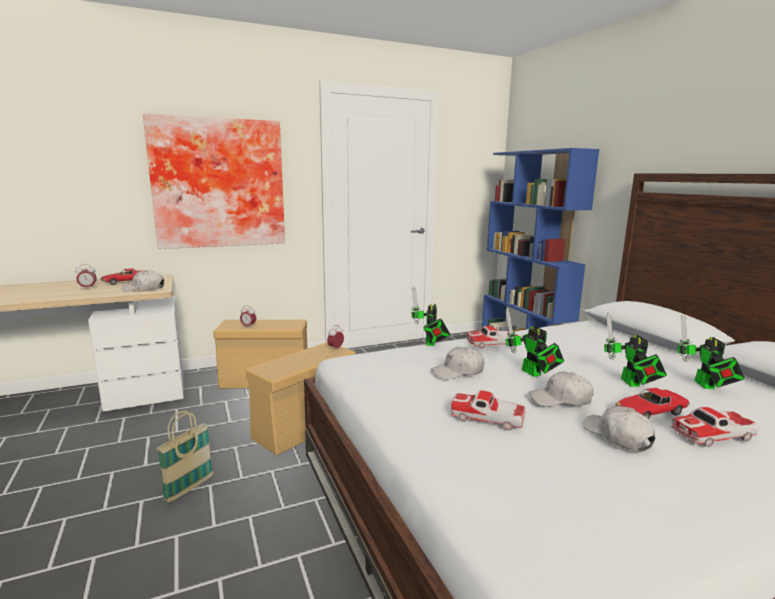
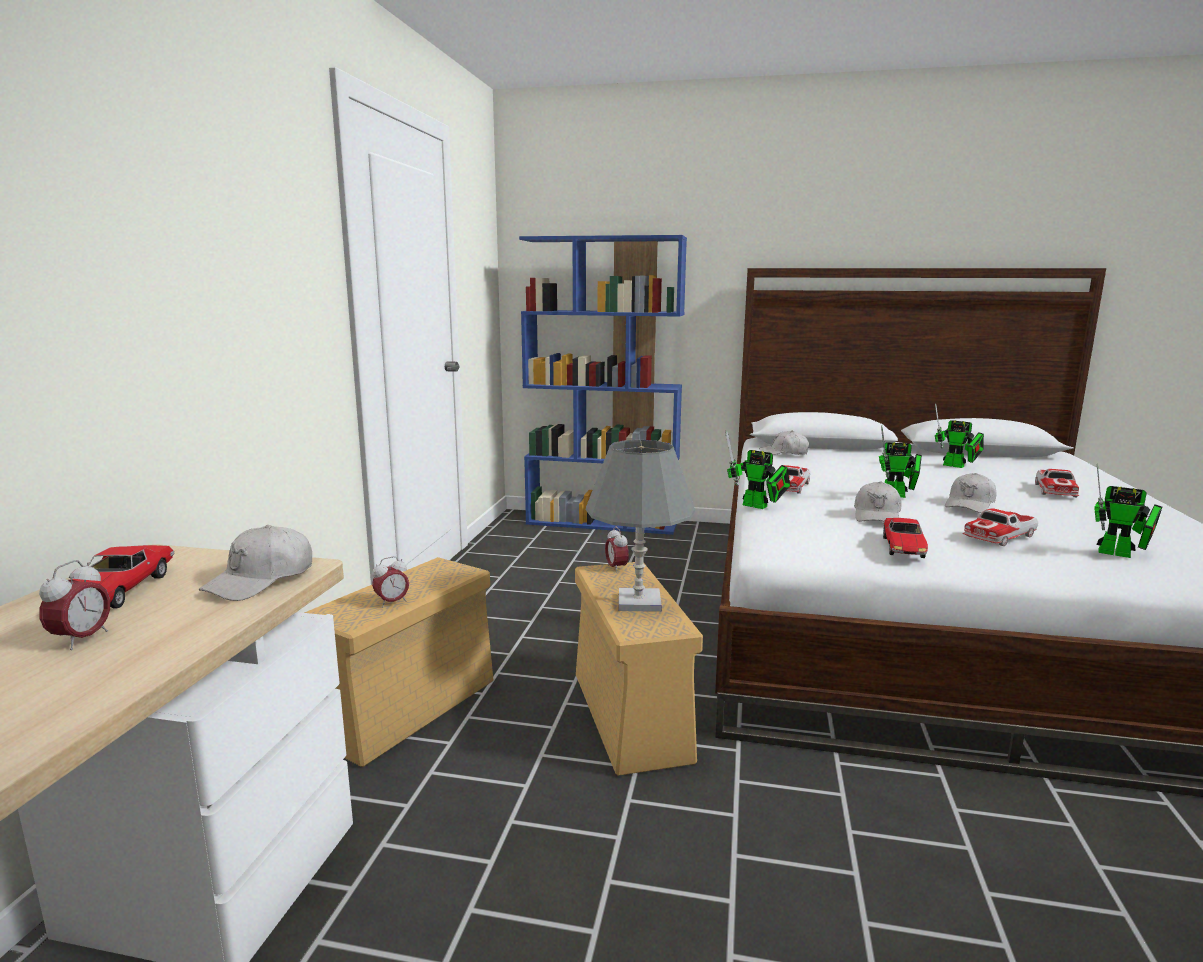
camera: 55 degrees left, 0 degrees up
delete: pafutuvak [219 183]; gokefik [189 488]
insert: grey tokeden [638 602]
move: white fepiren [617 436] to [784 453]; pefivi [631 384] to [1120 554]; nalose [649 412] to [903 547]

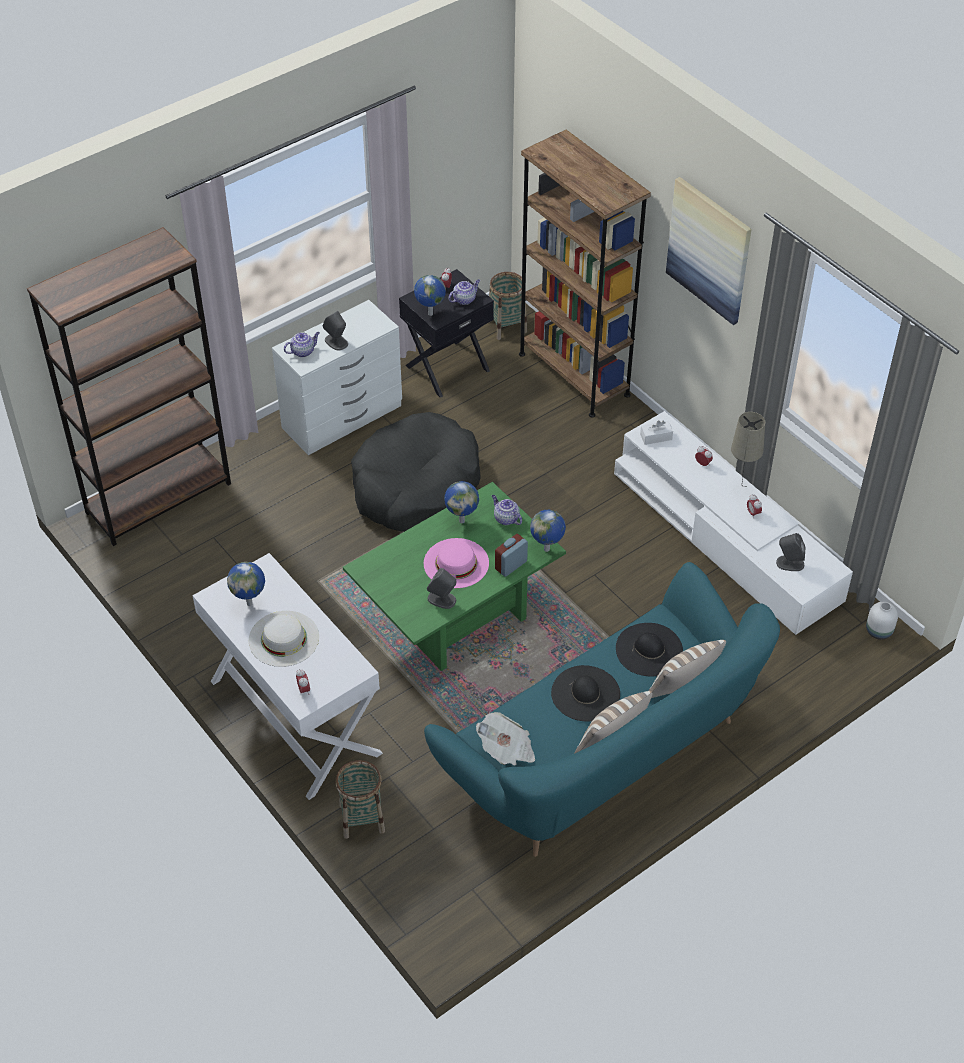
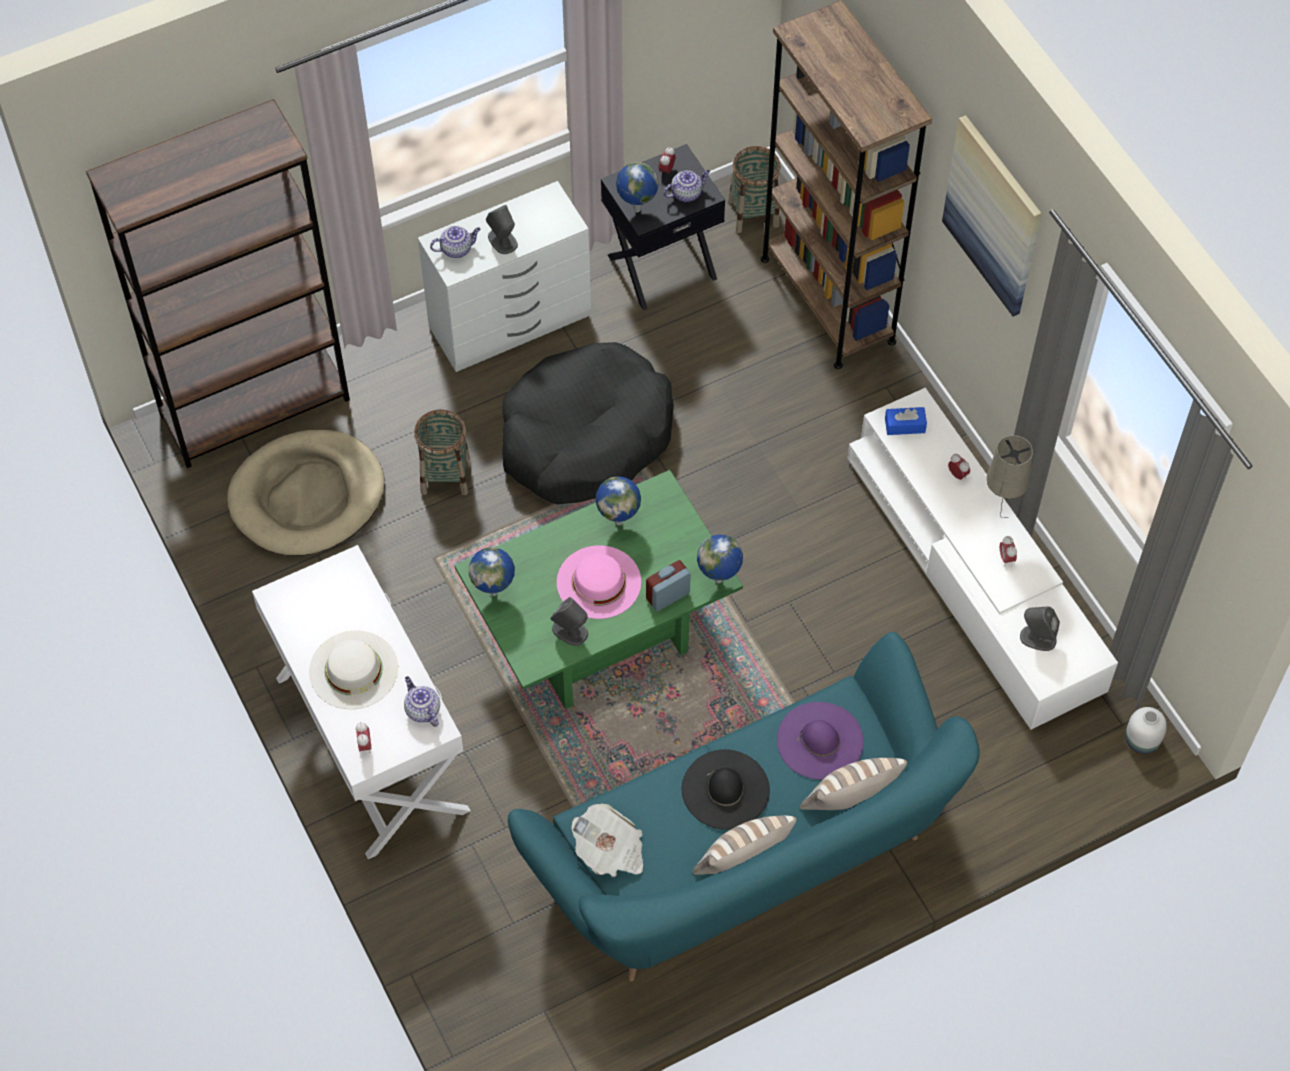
camera: 10 degrees right, 10 degrees up
insert: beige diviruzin [307 497]
move: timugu [250 603] to [494 592]; gokefik [362 818] to [445 475]; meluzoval [505 518] to [422 710]
recolor: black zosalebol [649 649] to purple zosalebol [820 740]; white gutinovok [656 437] to blue gutinovok [905 425]

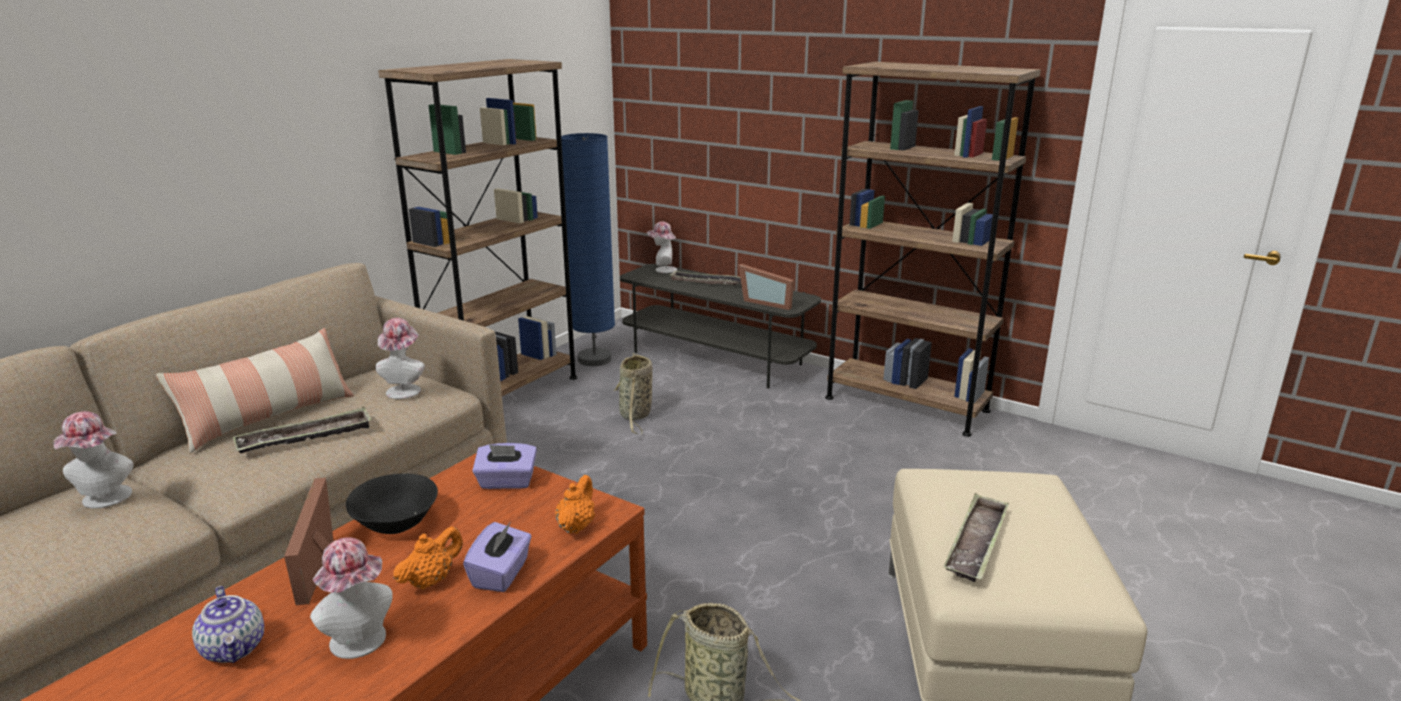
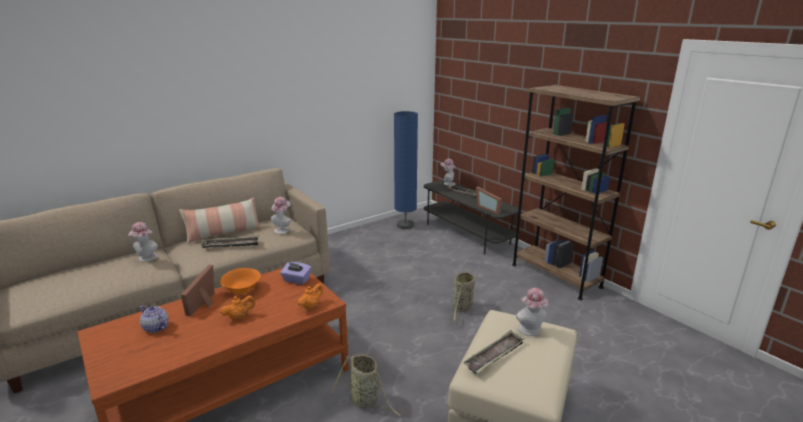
camera: 20 degrees right, 0 degrees up
delete: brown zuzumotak [505 395]; purple gutinovok [501 574]
move: zosalebol [361 644] to [530 331]; gokefik [635 416] to [461 308]
recolor: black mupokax [395 523] to orange mupokax [241 289]
rotate: meluzoval [235 648] = [155 327] 135 degrees clockwise

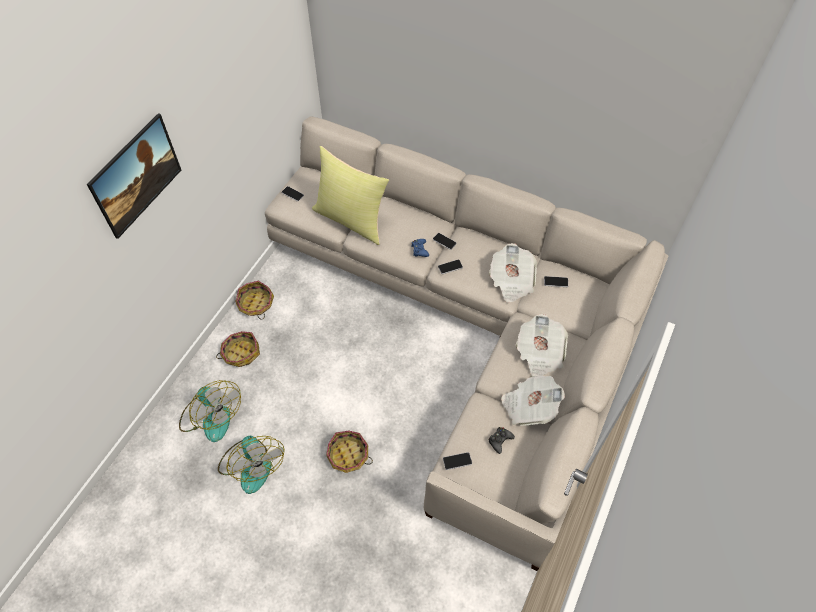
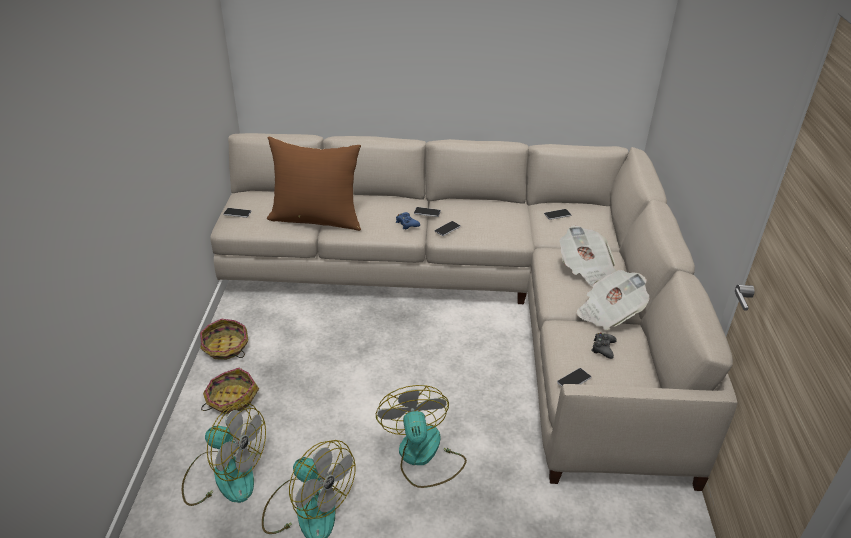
camera: 25 degrees left, 20 degrees down
delete: pafutuvak [142 189]; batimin [511 281]
replace: gokefik [348 455] to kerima [422 456]
recolor: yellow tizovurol [351 219] to brown tizovurol [317 218]

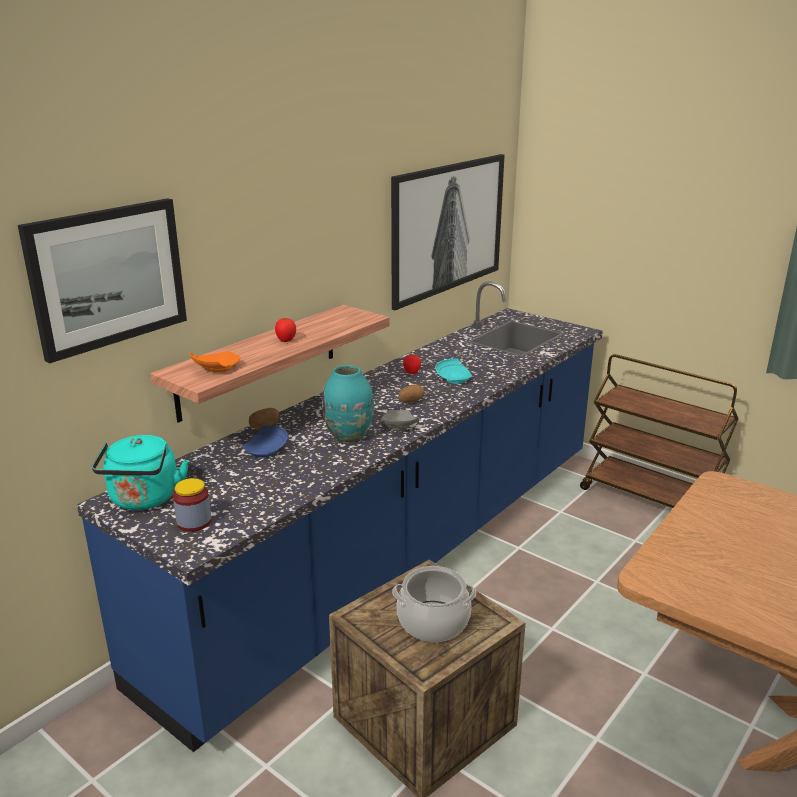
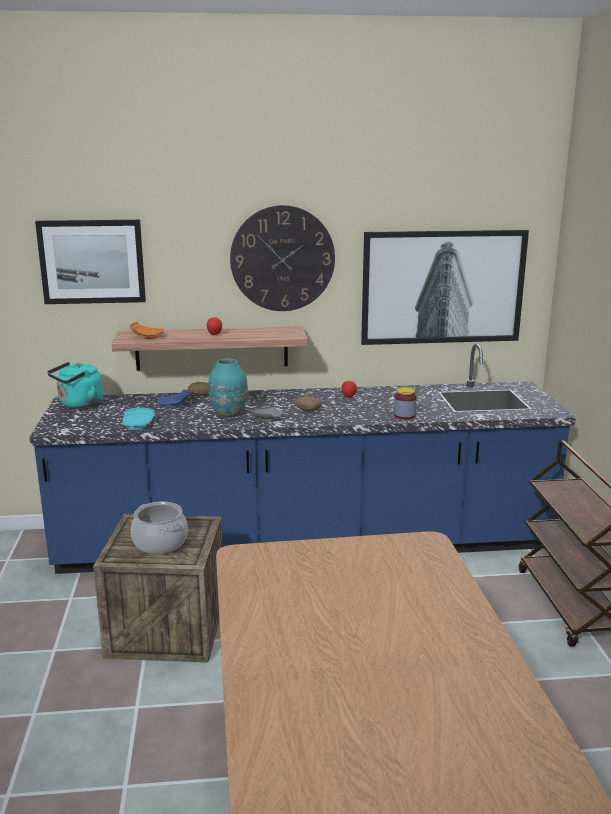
camera: 45 degrees right, 5 degrees down
insert: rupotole [282 259]
move: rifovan [194 522] to [404 416]; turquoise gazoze [454 378] to [138 425]

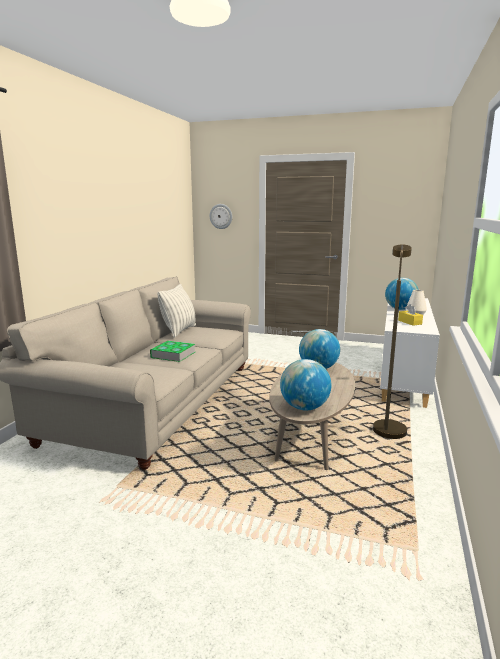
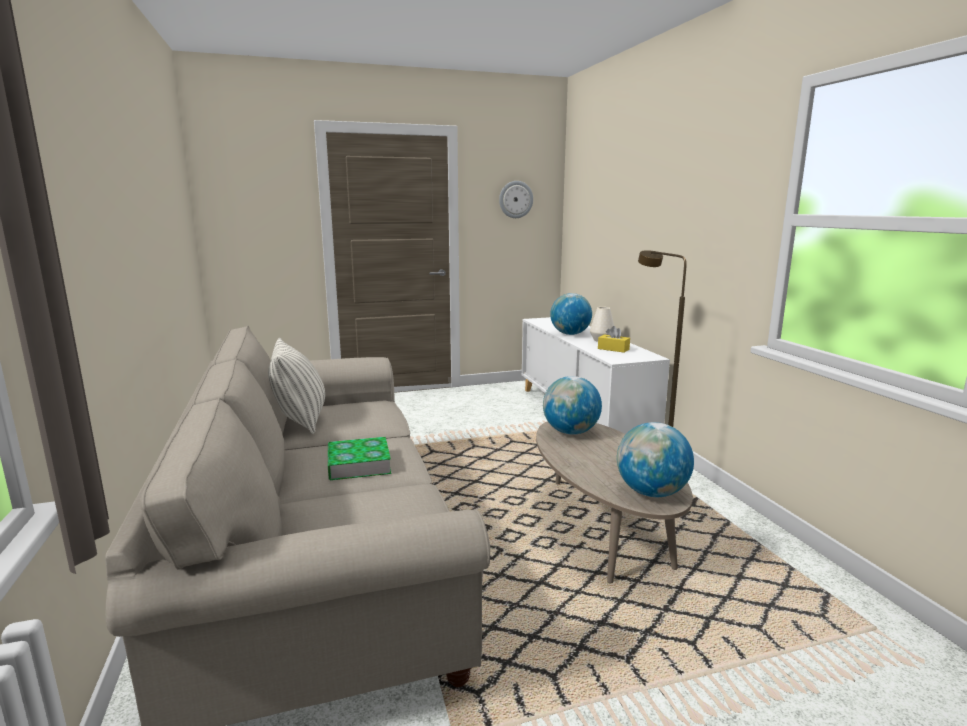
camera: 35 degrees left, 0 degrees up
move: rupotole [221 216] to [515 199]

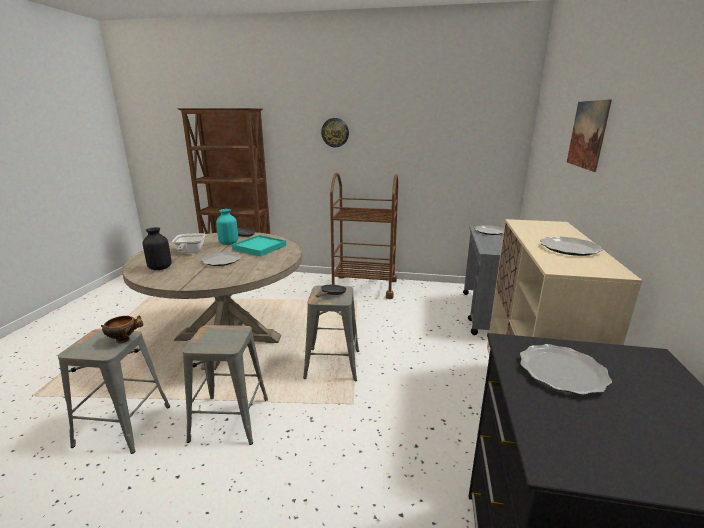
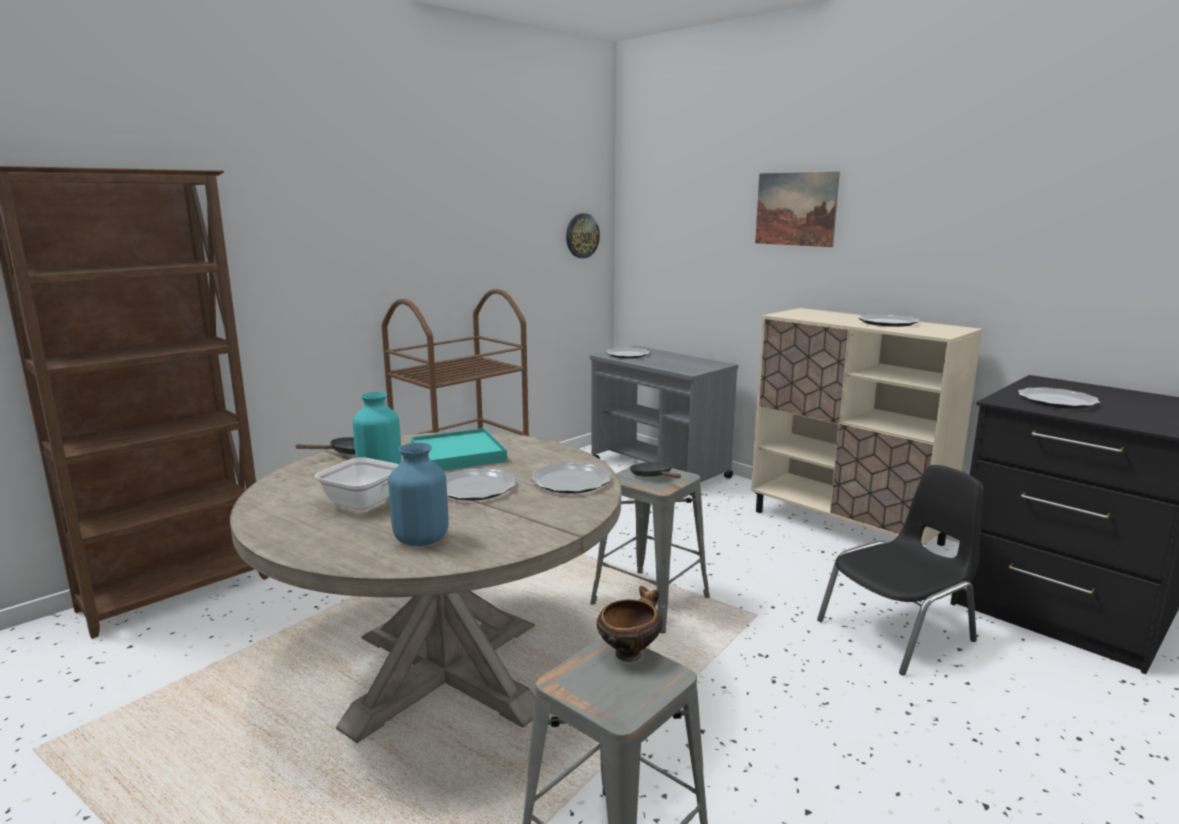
camera: 55 degrees left, 5 degrees down
delete: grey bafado [229 420]
insert: gazoze [570 481]; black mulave [898 631]
move: rupotole [335 132] to [582 235]
recolor: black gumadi [160 268] to blue gumadi [421 539]

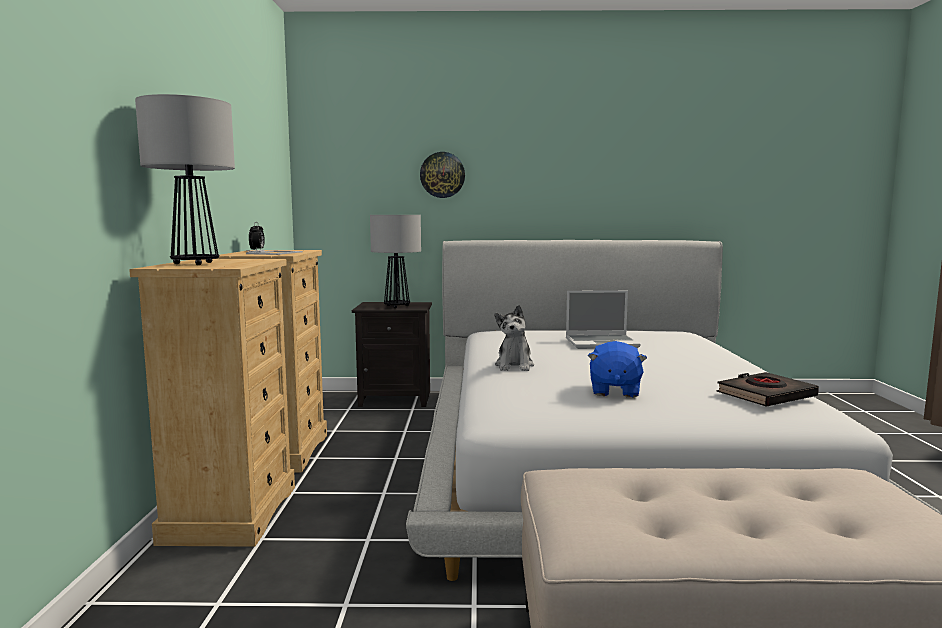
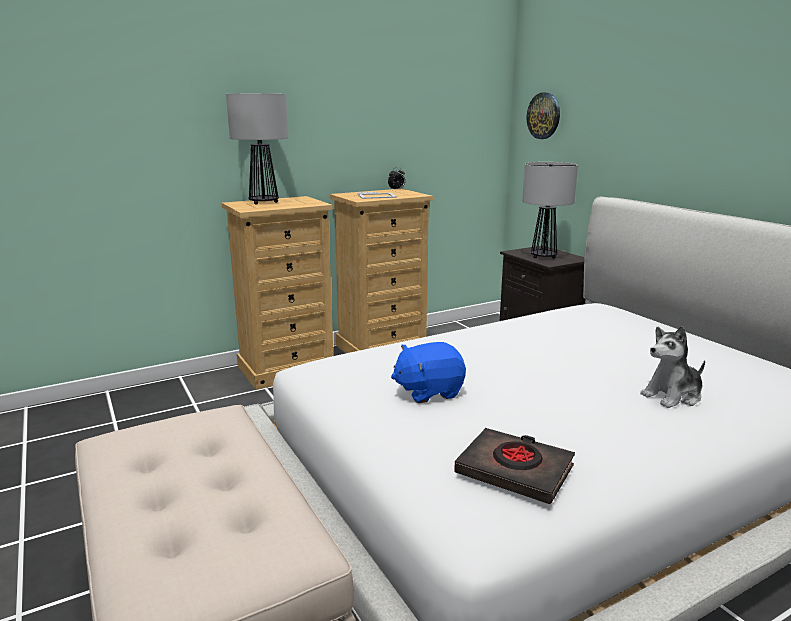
camera: 60 degrees right, 10 degrees up
delete: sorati [602 343]
move: rupotole [442 175] to [544 116]; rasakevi [514 366] to [673 396]

